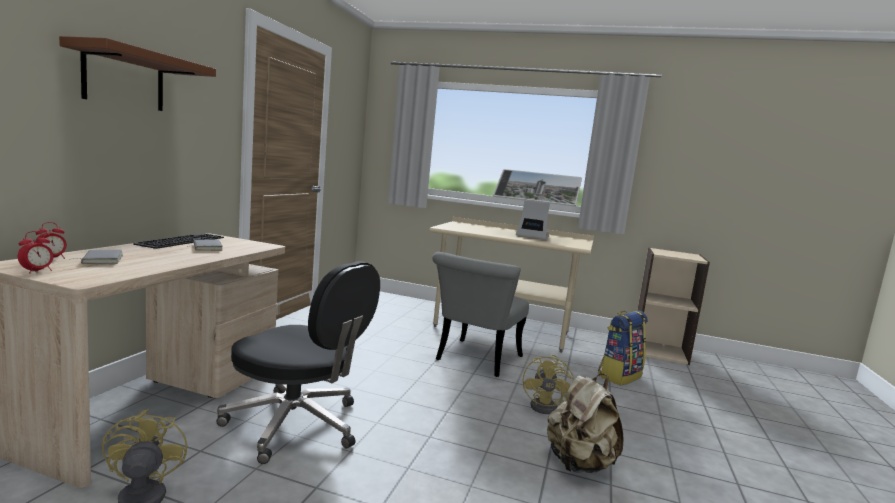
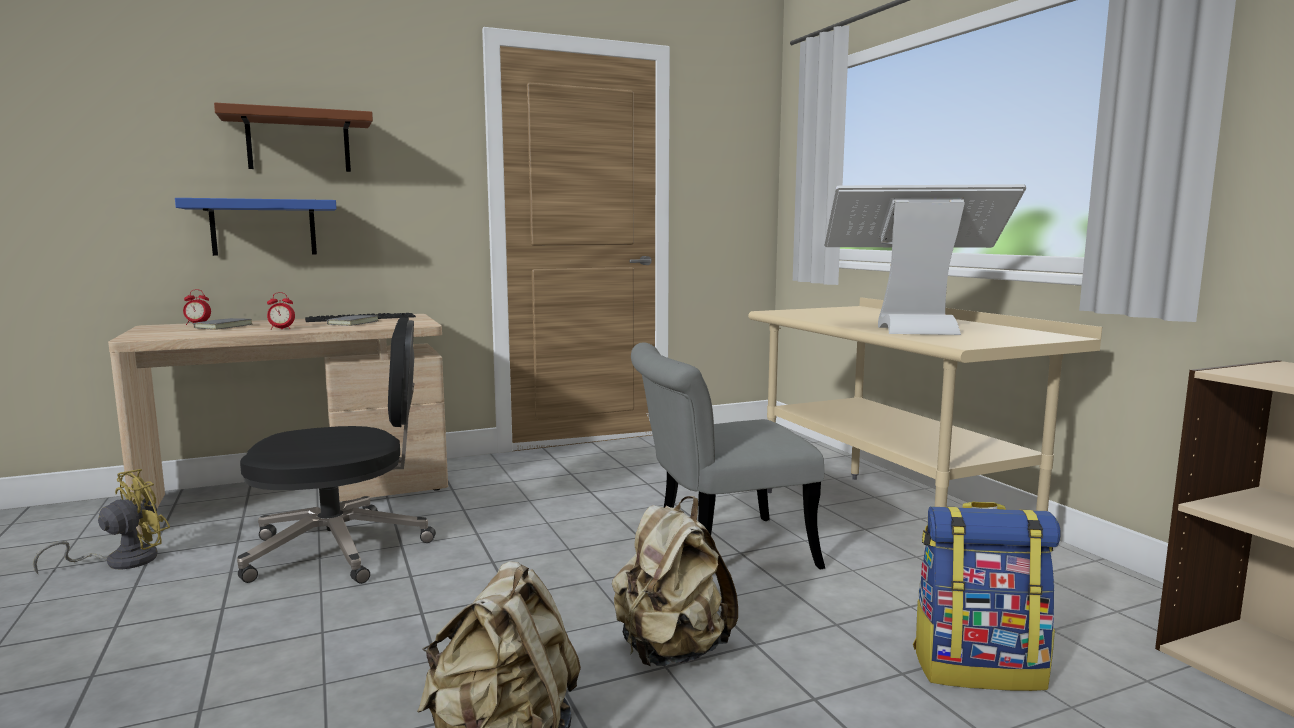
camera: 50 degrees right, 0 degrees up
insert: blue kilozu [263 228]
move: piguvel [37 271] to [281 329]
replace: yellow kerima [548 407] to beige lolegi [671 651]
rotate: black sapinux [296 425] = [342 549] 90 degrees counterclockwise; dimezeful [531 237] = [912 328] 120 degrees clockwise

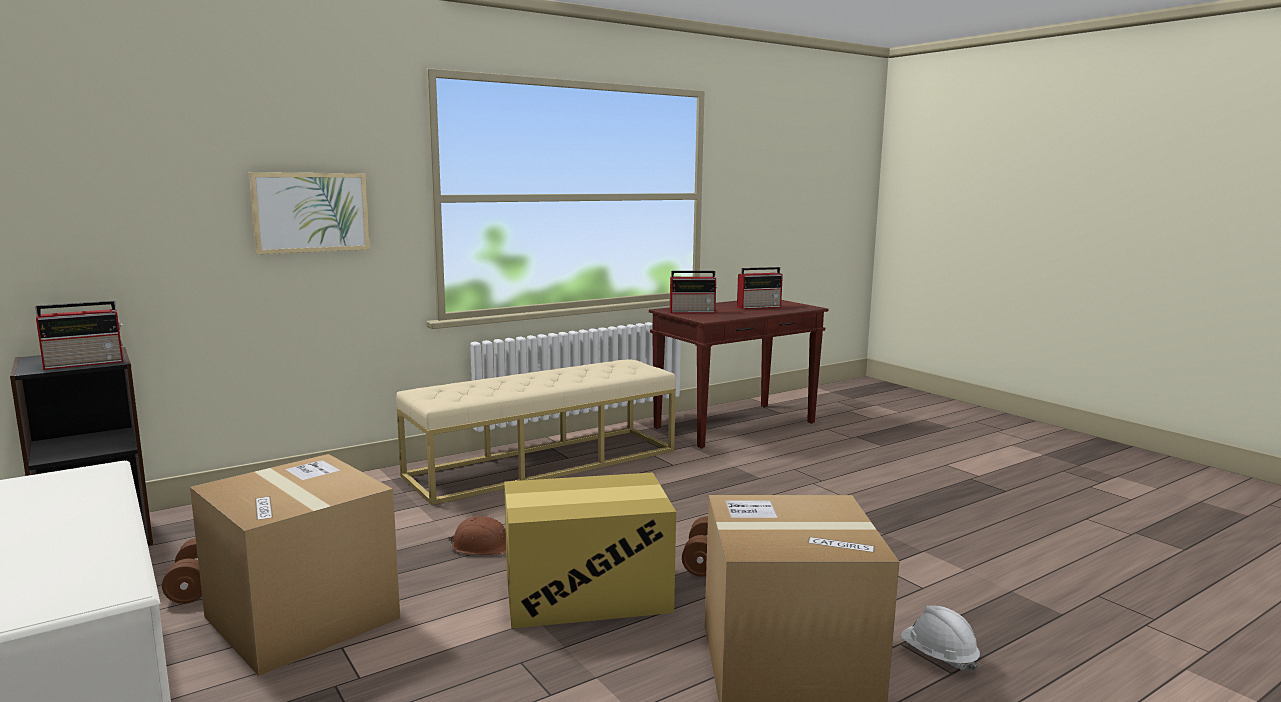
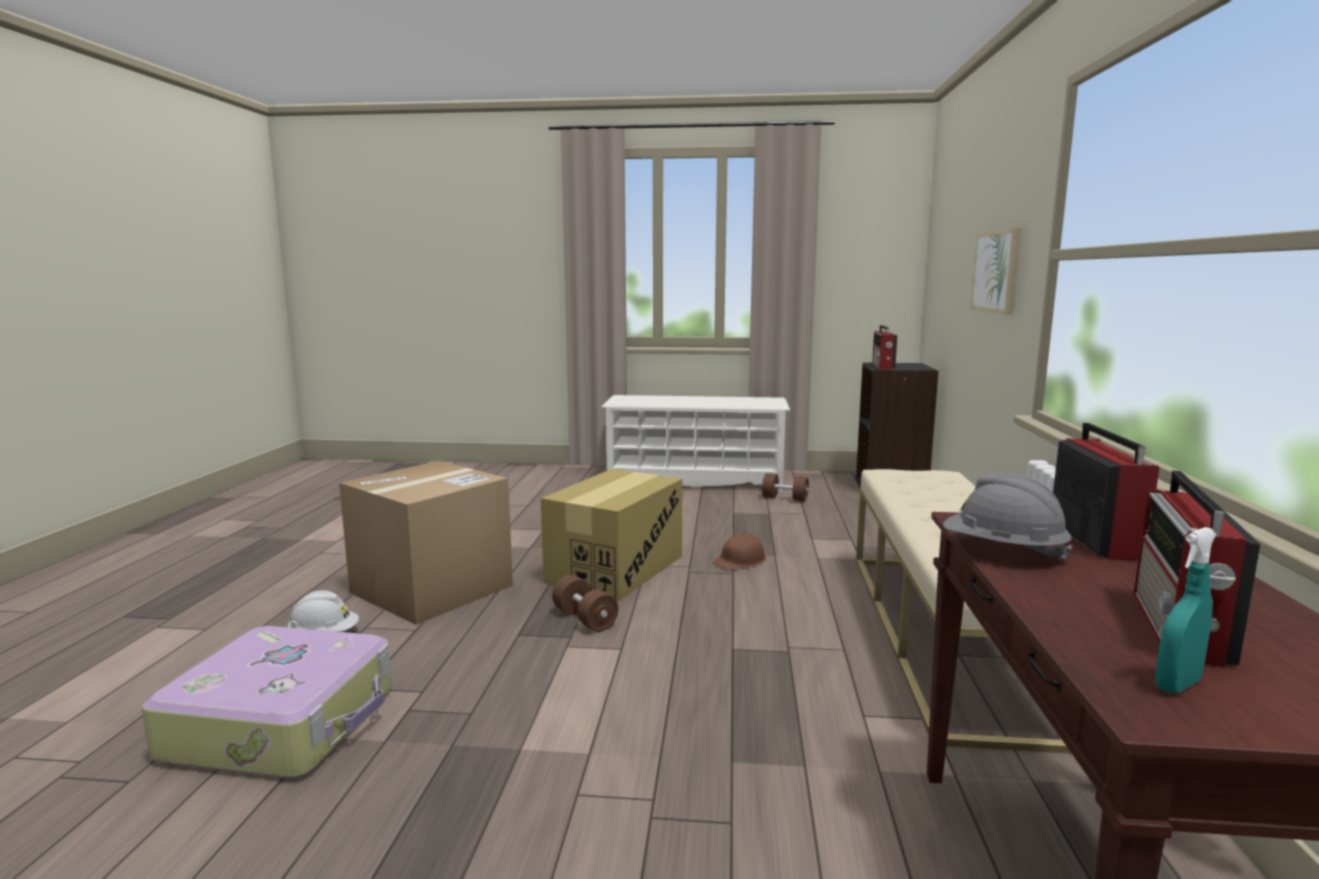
camera: 130 degrees right, 0 degrees up
delete: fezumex [302 617]
insert: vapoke [284 722]; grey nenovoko [1002 552]; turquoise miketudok [1177 685]
rotate: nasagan [693 311] = [1094 537] 150 degrees clockwise

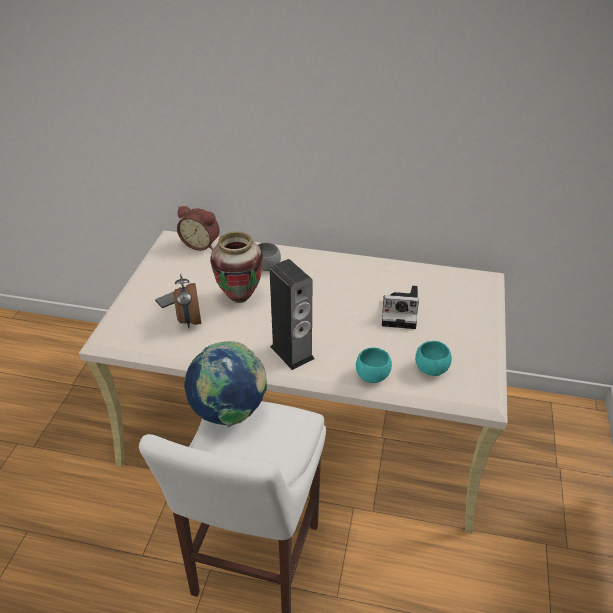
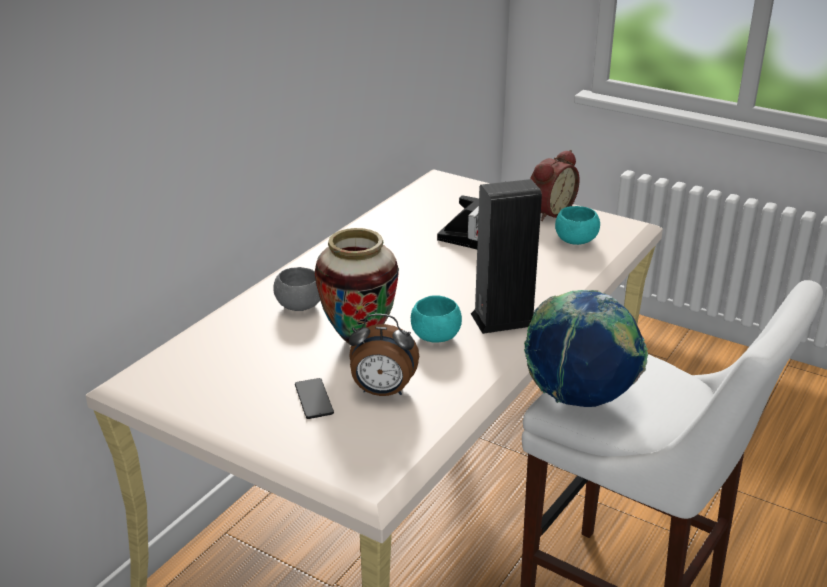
camera: 70 degrees left, 10 degrees down
move: piguvel [201 244] to [548 211]; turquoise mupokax [372 375] to [435 336]

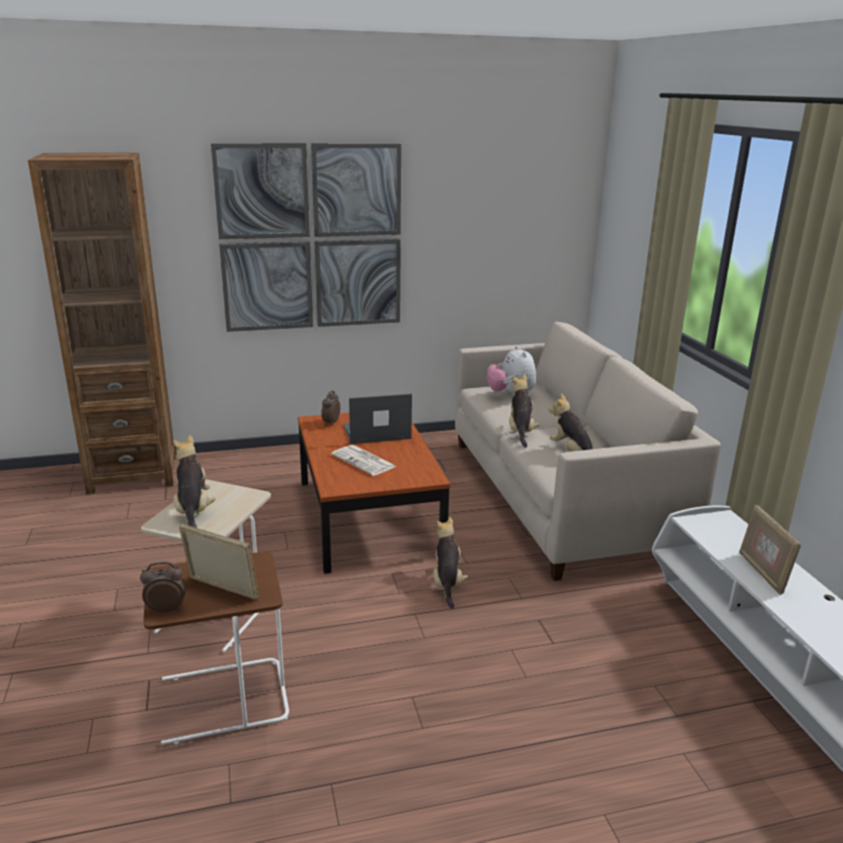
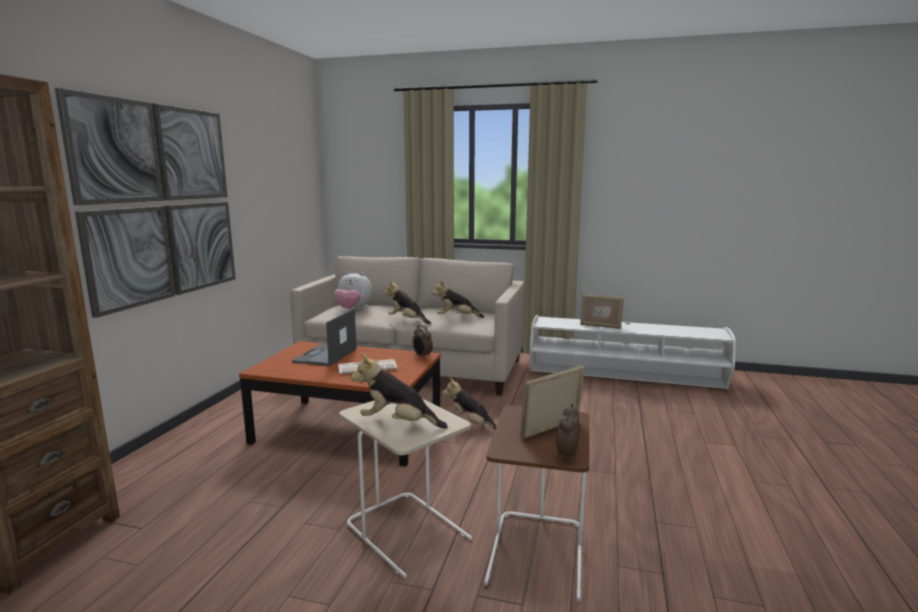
camera: 60 degrees left, 10 degrees down
move: piguvel [330 423] to [422 356]

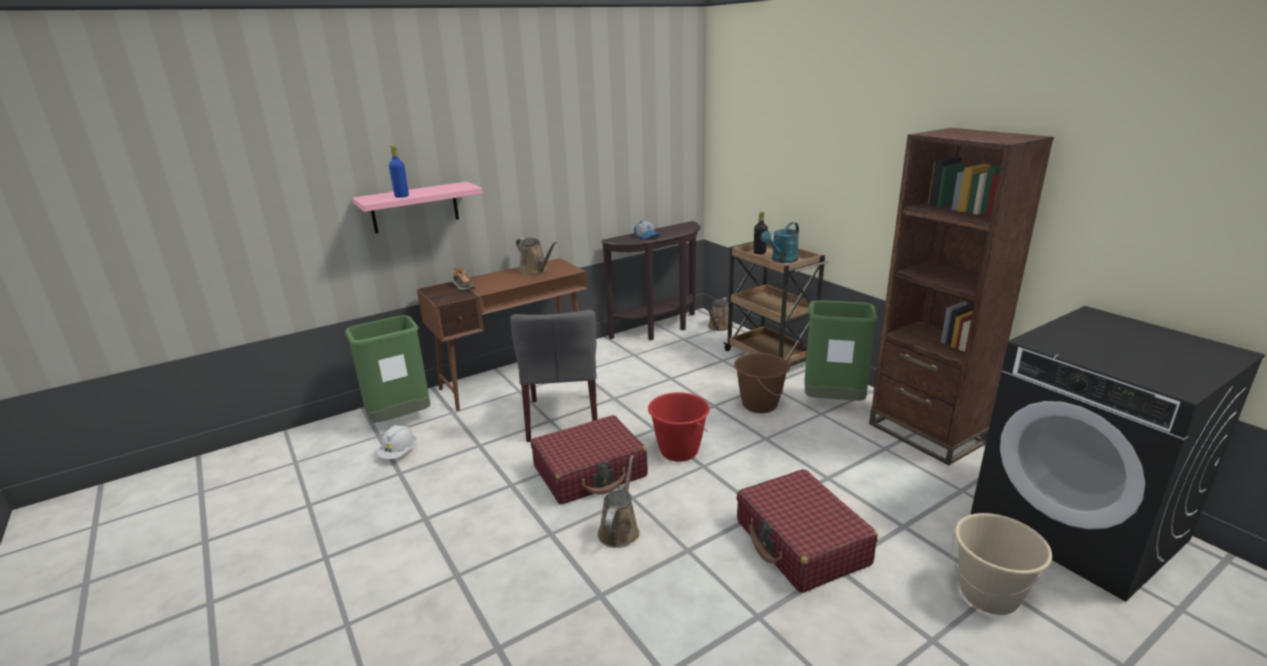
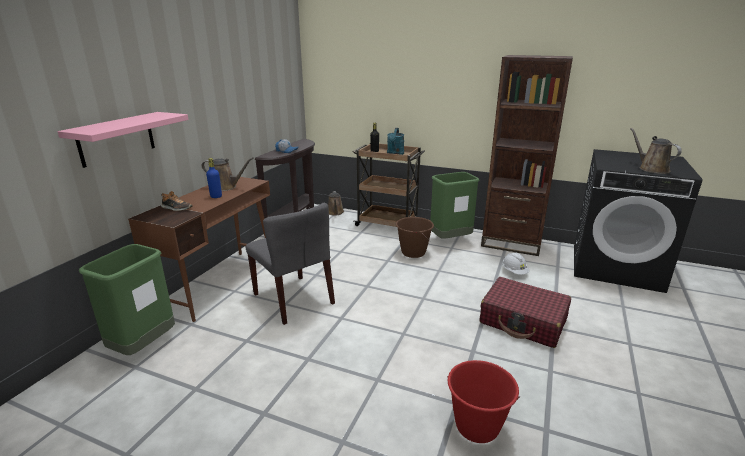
camera: 35 degrees left, 0 degrees up
delete: red vapoke [590 472]; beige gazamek [989 595]
move: white nenovoko [399 453] to [514 272]; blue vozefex [402 196] to [216 196]; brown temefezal [619 530] to [651 169]; red gazamek [678 451] to [477 426]

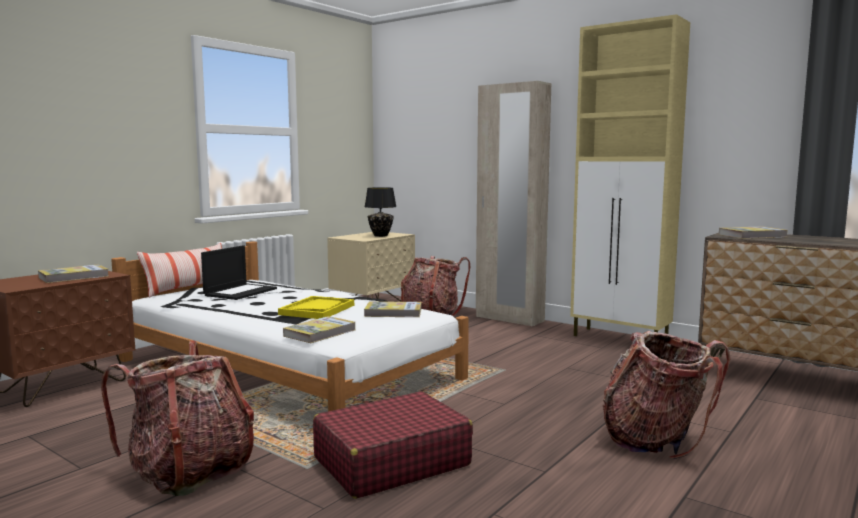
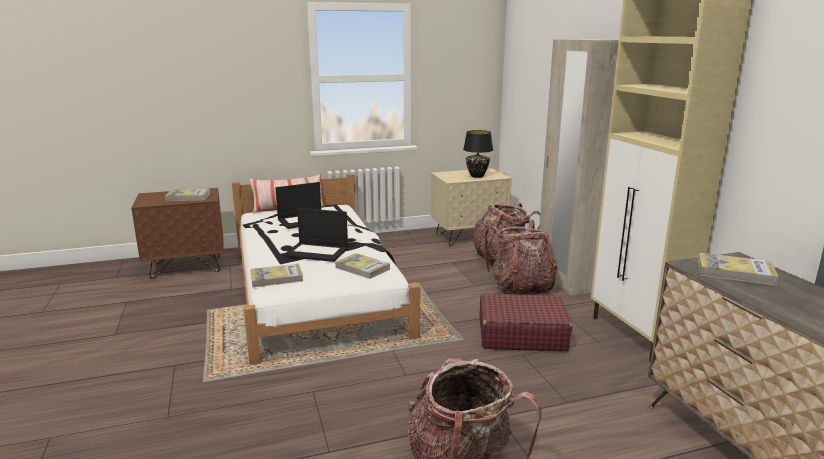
camera: 35 degrees right, 10 degrees up
move: lolegi [189 471] to [521 288]; red vapoke [391 462] to [521 334]
replace: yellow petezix [317 310] to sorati [317 252]

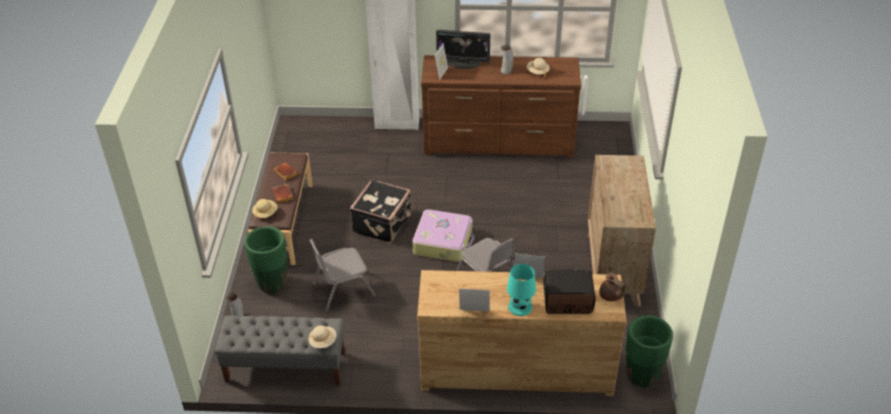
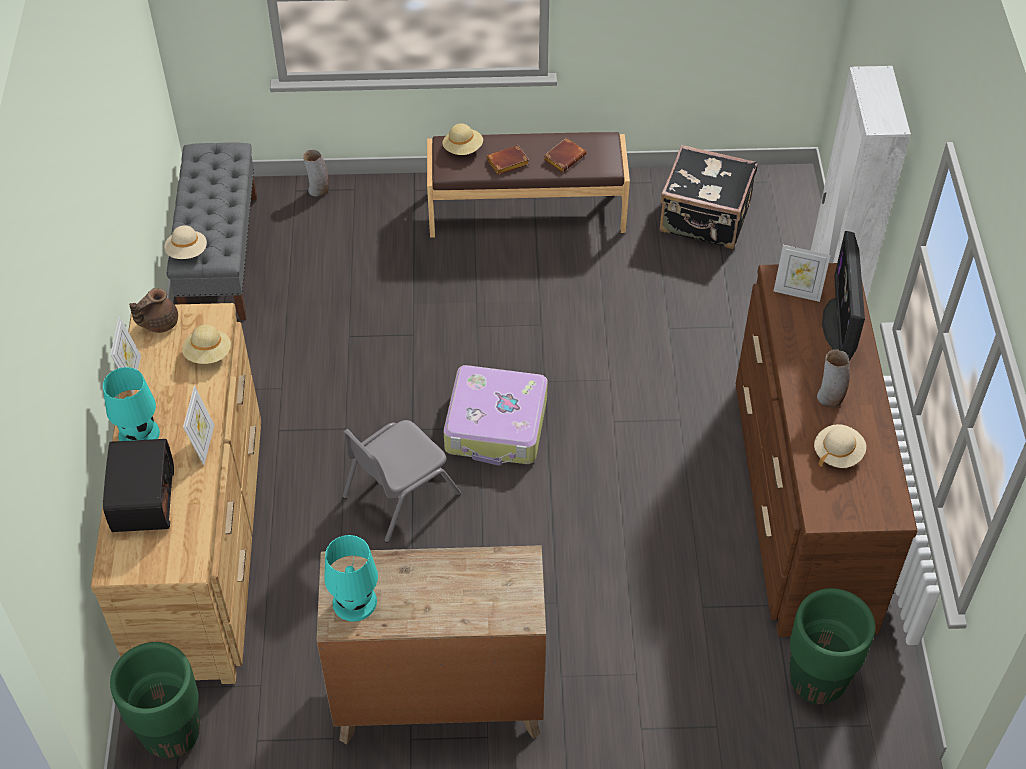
camera: 85 degrees right, 10 degrees up
delete: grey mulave [343 290]
insert: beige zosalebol [208 354]; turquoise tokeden [355 601]
move: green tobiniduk [272 284] to [817 681]; black vapoke [383 224] to [705 219]; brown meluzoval [610 296] to [158 323]

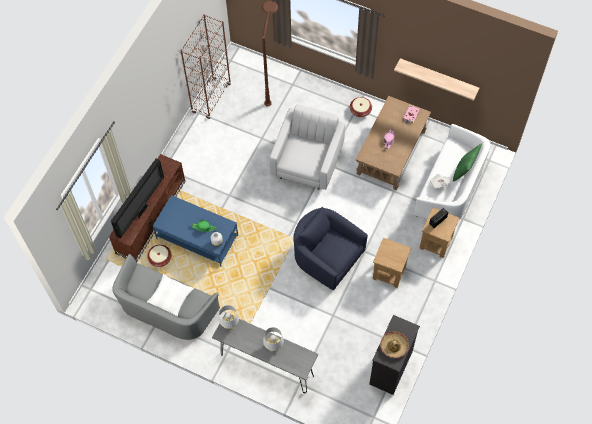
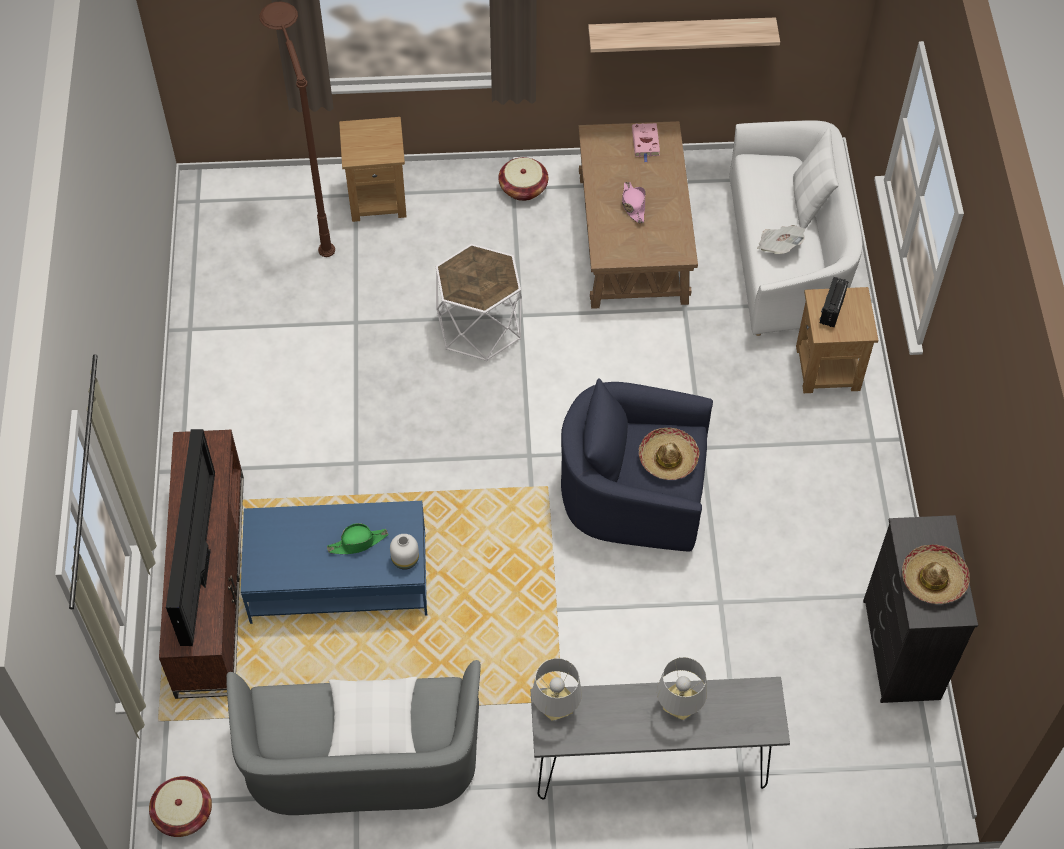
camera: 30 degrees left, 5 degrees down
delete: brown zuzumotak [211 98]
insert: zosalebol [668 458]
move: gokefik [160 258] to [183 813]; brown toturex [389 272] to [378 198]
replace: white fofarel [308 162] to white toturex [480 327]
recolor: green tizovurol [464 170] to white tizovurol [809 202]

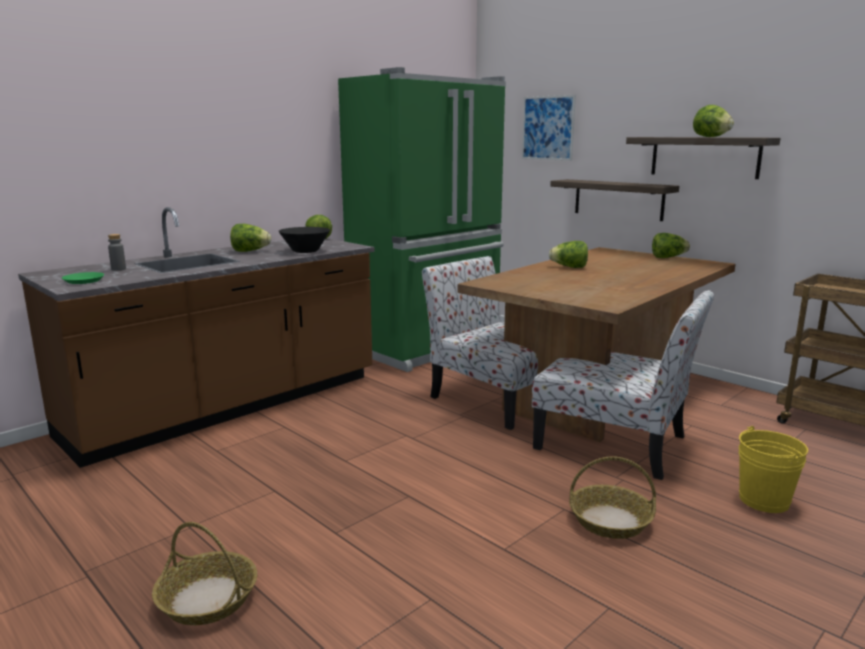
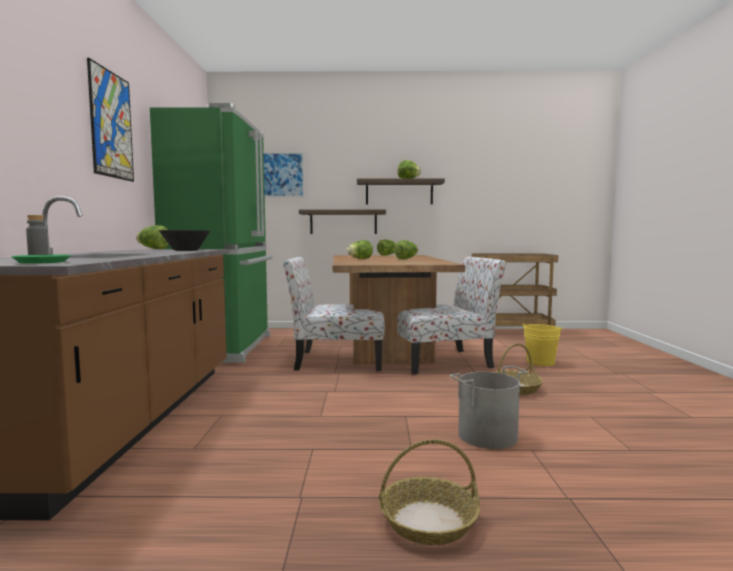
camera: 45 degrees left, 10 degrees down
insert: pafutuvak [111 125]; grey gazamek [487 435]
move: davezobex [250 251] to [406 259]

